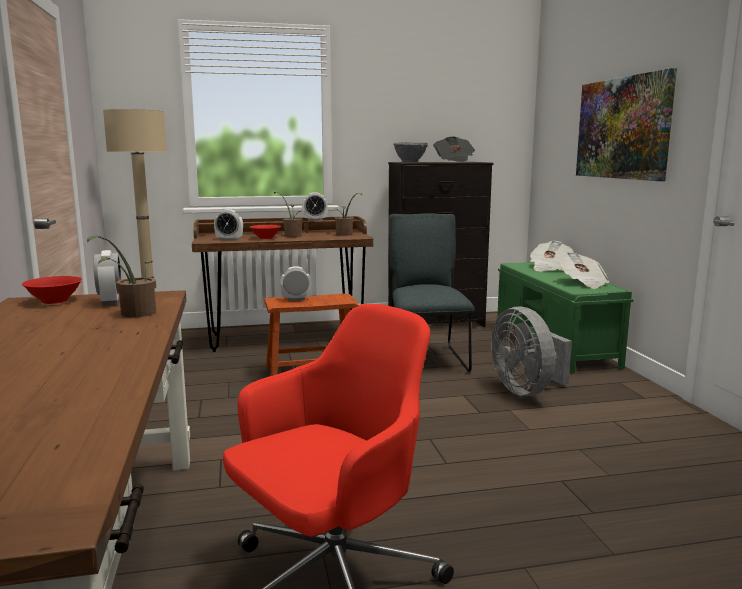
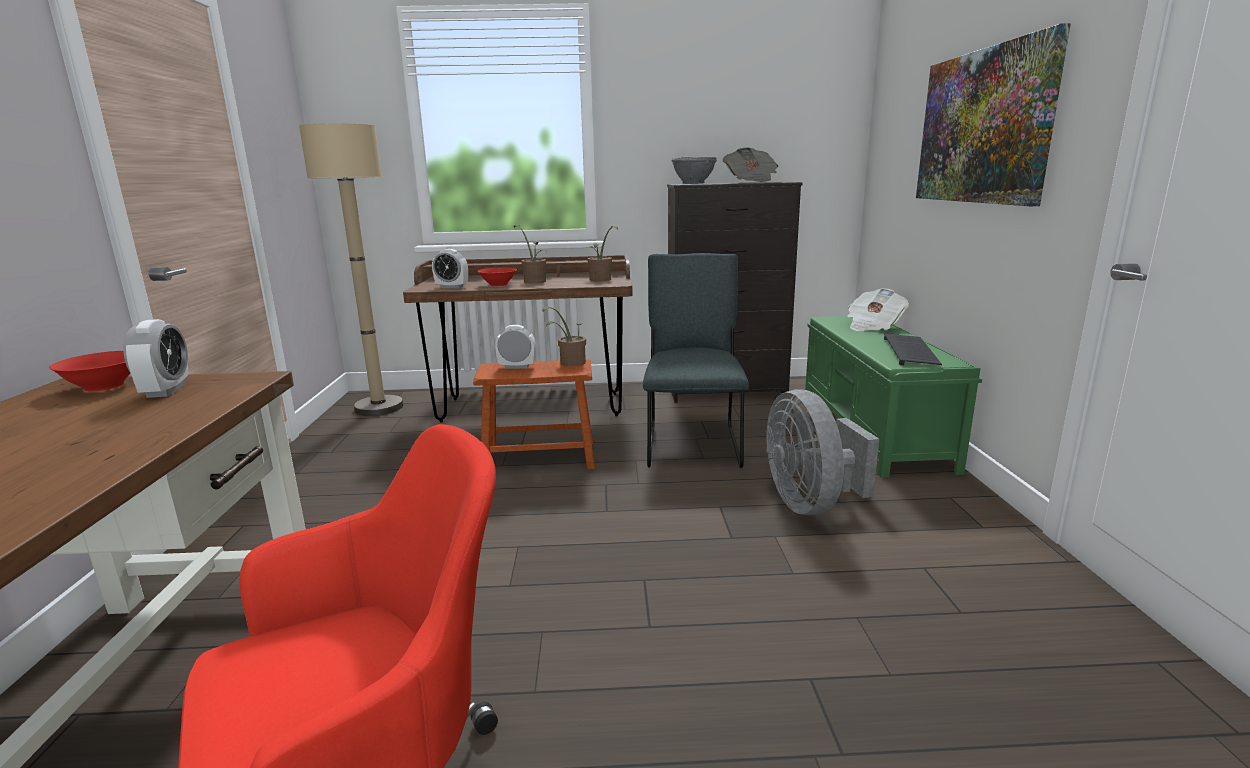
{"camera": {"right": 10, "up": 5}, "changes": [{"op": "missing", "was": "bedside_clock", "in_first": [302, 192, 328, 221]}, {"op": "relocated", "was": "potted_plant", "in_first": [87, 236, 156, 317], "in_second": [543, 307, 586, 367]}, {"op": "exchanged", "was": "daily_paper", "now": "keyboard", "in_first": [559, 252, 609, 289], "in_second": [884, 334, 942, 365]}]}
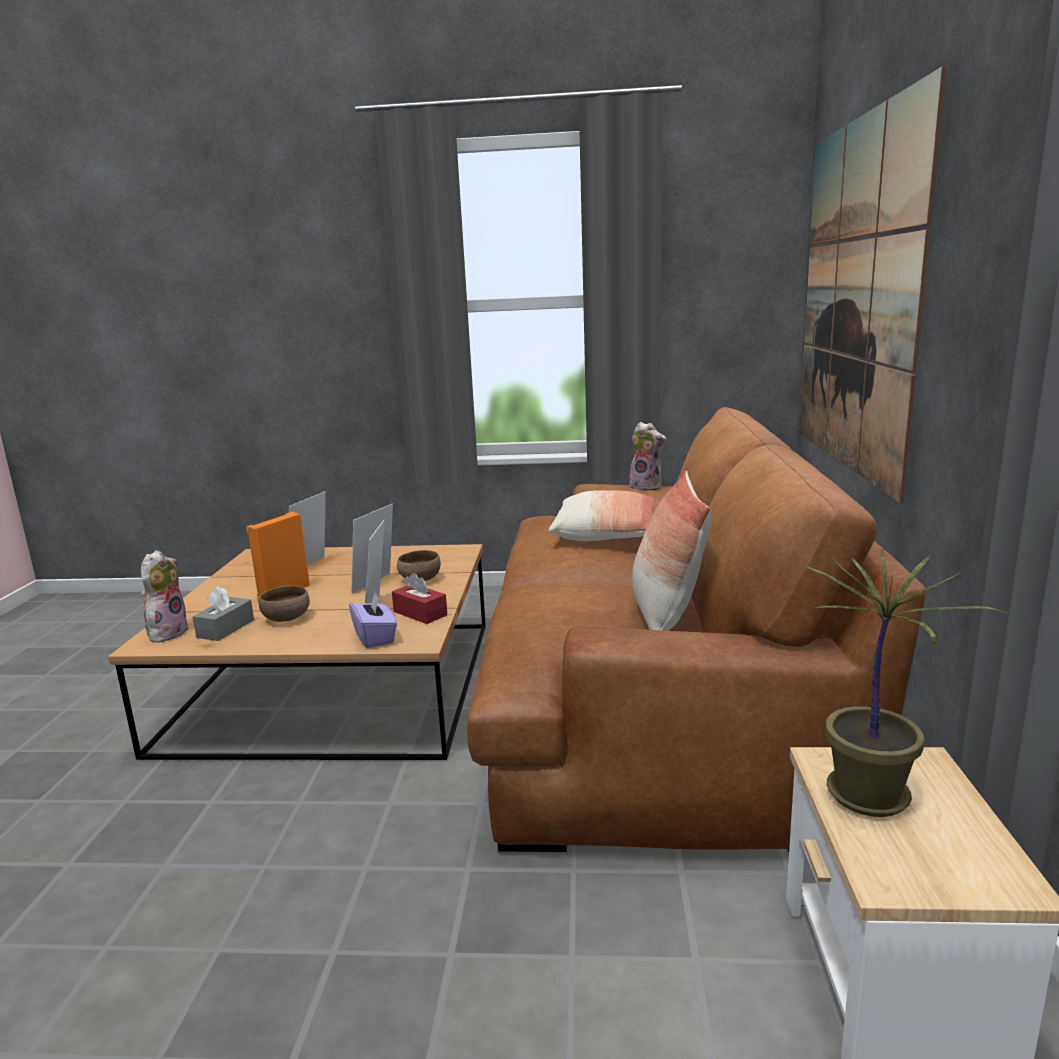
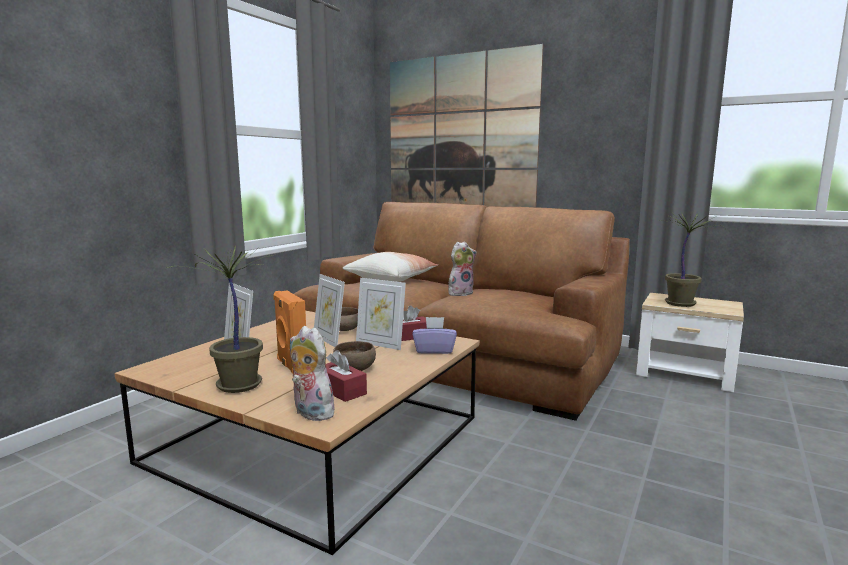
{"camera": {"right": -65, "up": -5}, "changes": [{"op": "relocated", "was": "soft_toy", "in_first": [629, 422, 667, 491], "in_second": [449, 242, 477, 296]}, {"op": "missing", "was": "throw_pillow", "in_first": [632, 471, 711, 631]}, {"op": "colour", "was": "gray_tissue_box", "now": "red-coloured_tissue_box", "in_first": [192, 586, 254, 641], "in_second": [326, 350, 367, 402]}, {"op": "appeared", "now": "potted_plant", "in_second": [167, 245, 277, 393]}]}
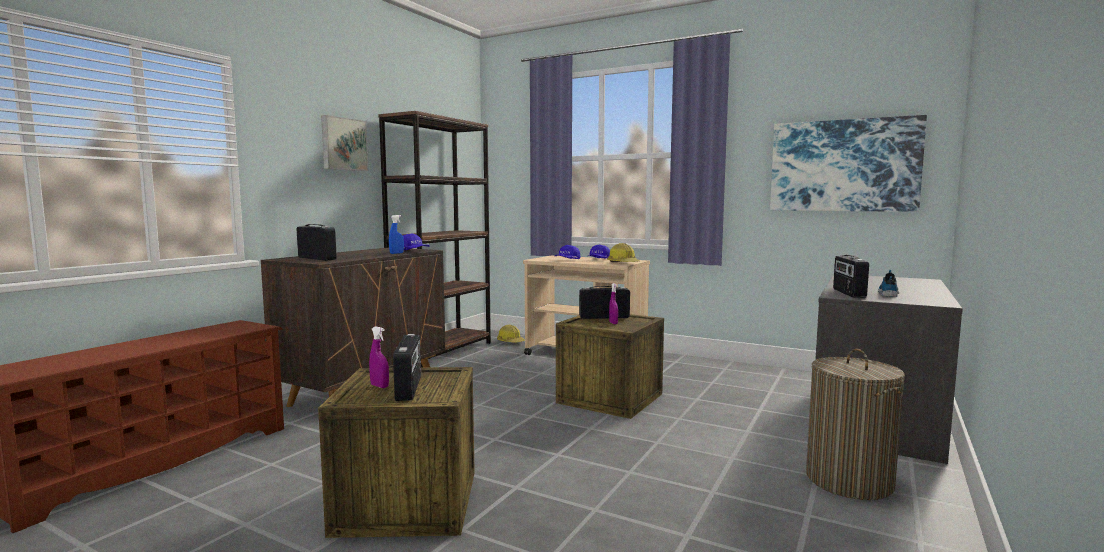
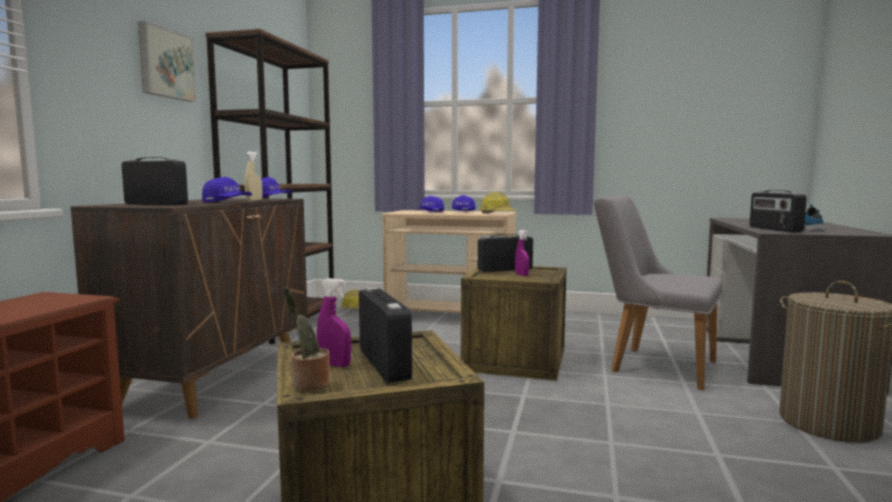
{"camera": {"right": -15, "up": 0}, "changes": [{"op": "missing", "was": "wall_art", "in_first": [770, 115, 927, 212]}, {"op": "colour", "was": "bluish_hand_sprayer", "now": "beige_hand_sprayer", "in_first": [389, 215, 404, 254], "in_second": [245, 152, 262, 201]}, {"op": "appeared", "now": "bluish_peaked_cap", "in_second": [202, 177, 252, 202]}, {"op": "appeared", "now": "gray_upright_chair", "in_second": [594, 195, 722, 390]}, {"op": "appeared", "now": "potted_plant", "in_second": [284, 287, 330, 390]}]}
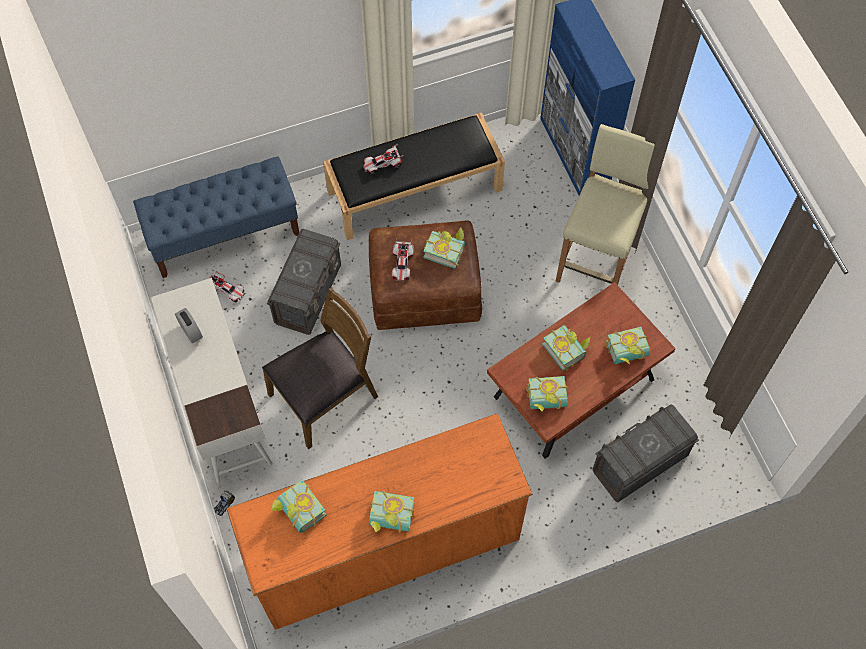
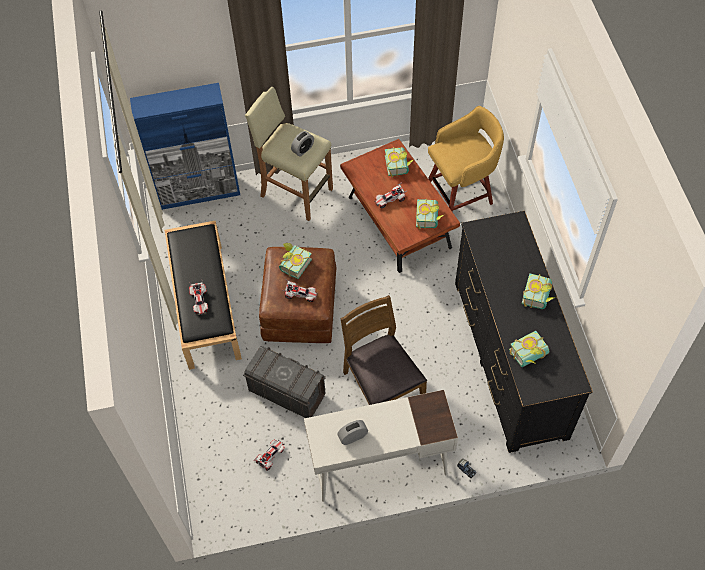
{"camera": {"right": -80, "up": -5}, "changes": [{"op": "missing", "was": "bluish_long_seat", "in_first": [133, 156, 299, 278]}, {"op": "exchanged", "was": "bound_book", "now": "miniature_car", "in_first": [542, 325, 590, 371], "in_second": [374, 182, 407, 208]}, {"op": "exchanged", "was": "gray_storage_container", "now": "yellowish_sitting_stool", "in_first": [592, 404, 699, 503], "in_second": [428, 106, 504, 212]}, {"op": "colour", "was": "orange-coloured_drawer_chest", "now": "black-coloured_drawer_chest", "in_first": [226, 413, 532, 630], "in_second": [455, 211, 593, 453]}, {"op": "appeared", "now": "bedside_clock", "in_second": [291, 131, 314, 156]}]}
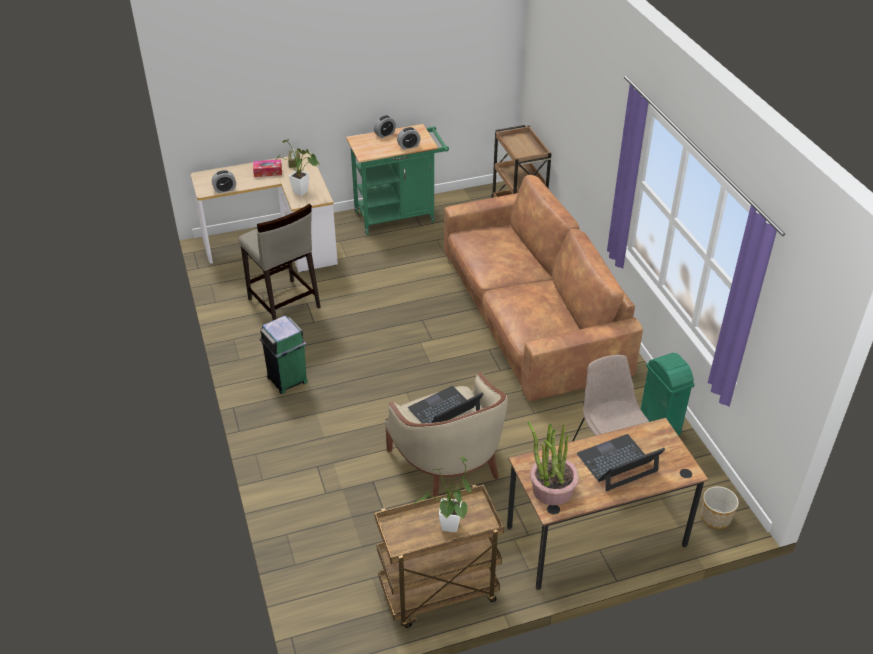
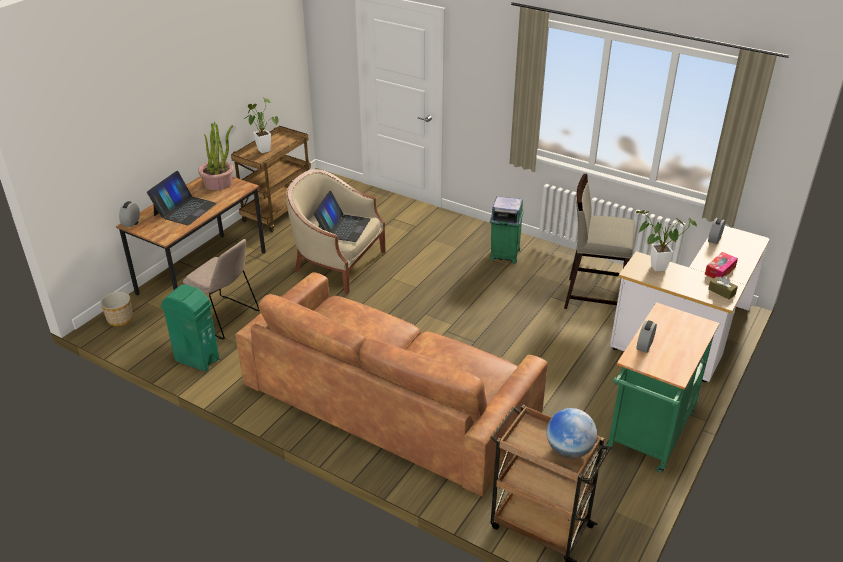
{"camera": {"right": 140, "up": -5}, "changes": [{"op": "relocated", "was": "bedside_clock", "in_first": [374, 115, 396, 138], "in_second": [119, 201, 140, 227]}, {"op": "appeared", "now": "globe", "in_second": [547, 408, 597, 459]}]}
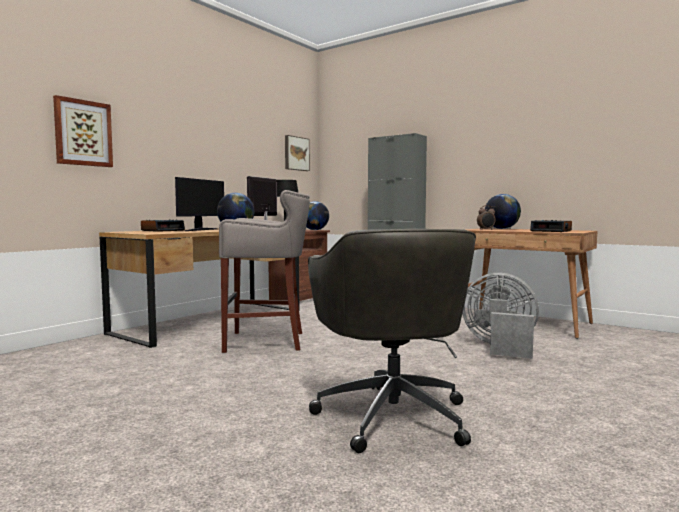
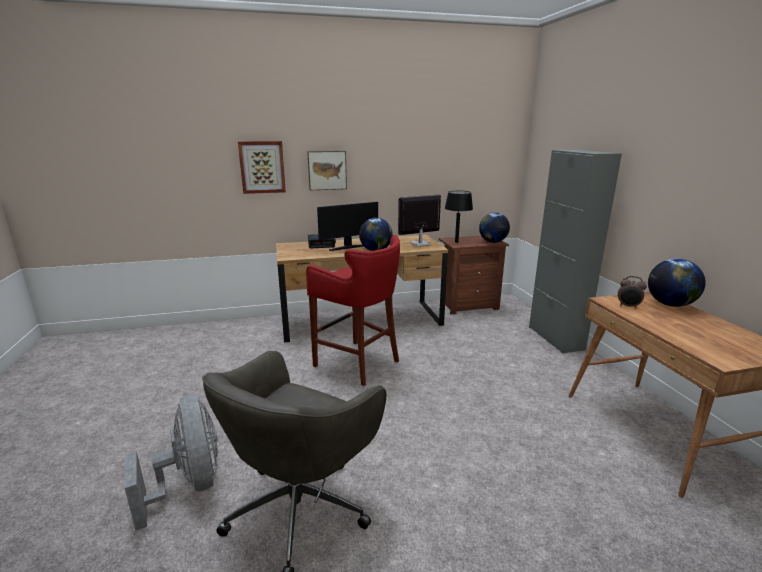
{"camera": {"right": 40, "up": 15}, "changes": [{"op": "relocated", "was": "wall_art", "in_first": [285, 135, 310, 171], "in_second": [307, 151, 347, 190]}, {"op": "colour", "was": "gray_sitting_stool", "now": "red-coloured_sitting_stool", "in_first": [219, 190, 310, 353], "in_second": [306, 235, 400, 386]}, {"op": "missing", "was": "bedside_clock", "in_first": [530, 220, 572, 232]}, {"op": "relocated", "was": "gray_cooling_fan", "in_first": [463, 273, 539, 359], "in_second": [125, 394, 218, 530]}]}
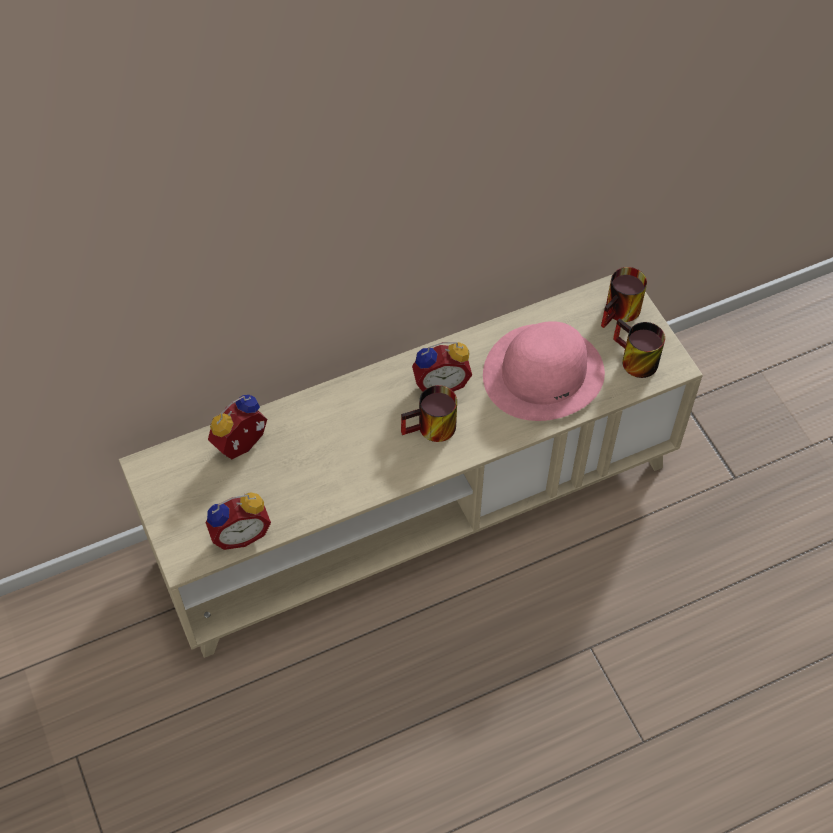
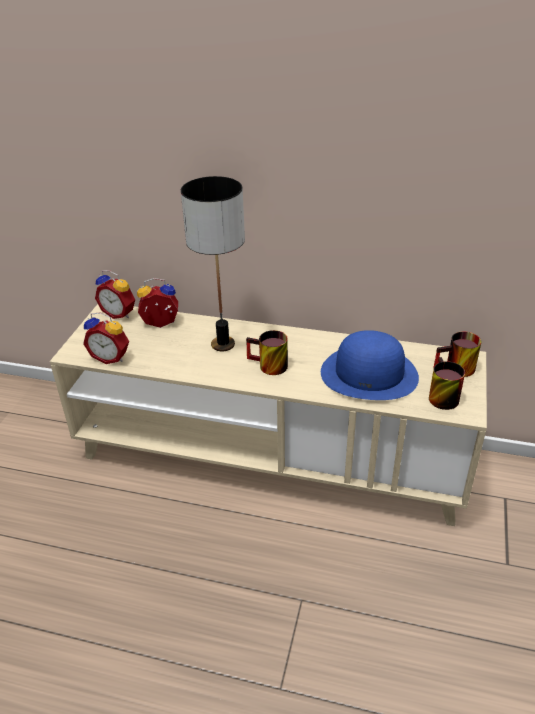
{"camera": {"right": 40, "up": -20}, "changes": [{"op": "colour", "was": "pink-coloured_hat", "now": "bluish_hat", "in_first": [483, 321, 605, 421], "in_second": [321, 330, 419, 400]}, {"op": "relocated", "was": "bedside_clock", "in_first": [412, 342, 472, 392], "in_second": [95, 270, 135, 319]}, {"op": "appeared", "now": "table_lamp", "in_second": [181, 176, 245, 351]}]}
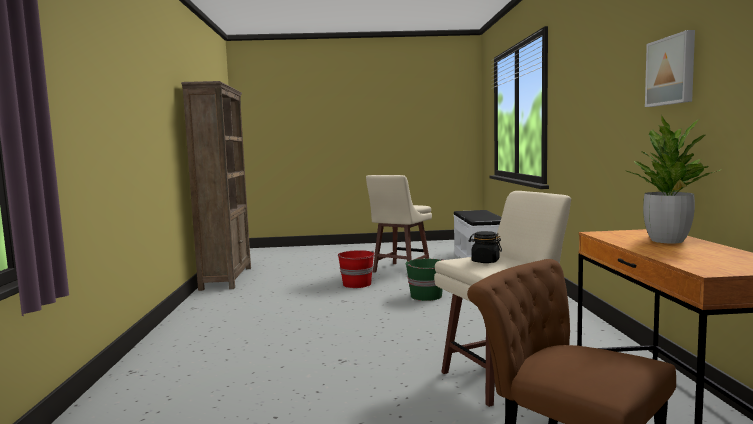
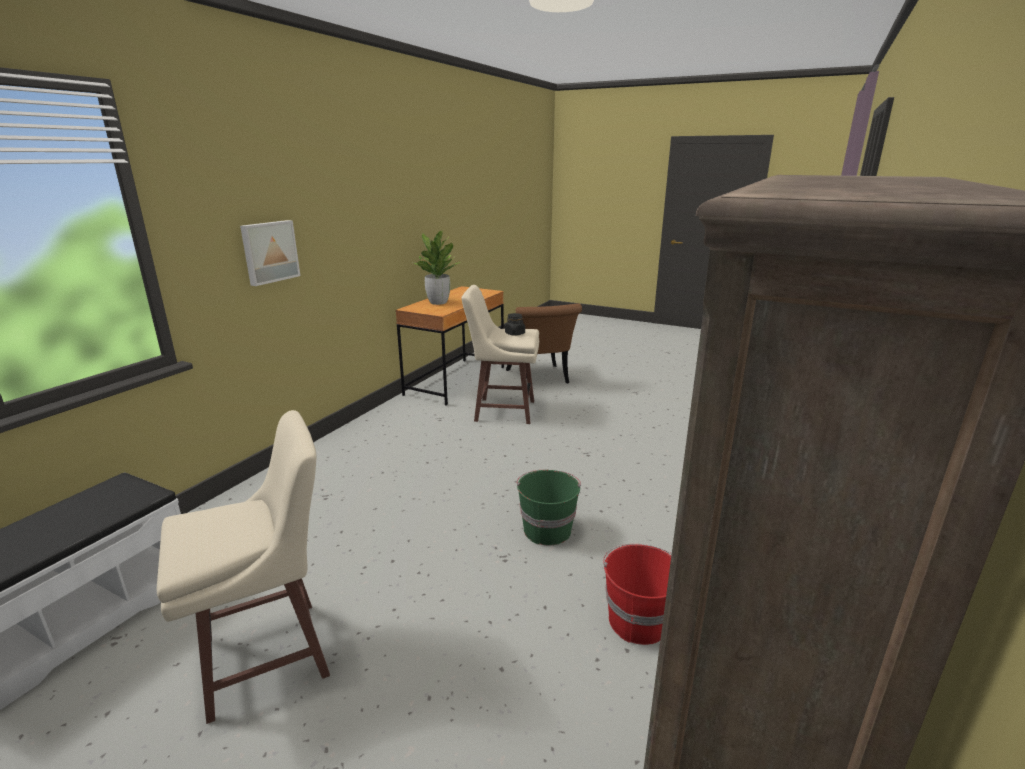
{"camera": {"right": -150, "up": 15}, "changes": [{"op": "relocated", "was": "wall_art", "in_first": [645, 30, 695, 107], "in_second": [240, 220, 300, 286]}, {"op": "relocated", "was": "red-coloured_water_bucket", "in_first": [338, 250, 375, 288], "in_second": [603, 544, 672, 645]}, {"op": "relocated", "was": "greenish_water_bucket", "in_first": [405, 259, 443, 301], "in_second": [516, 470, 581, 545]}]}
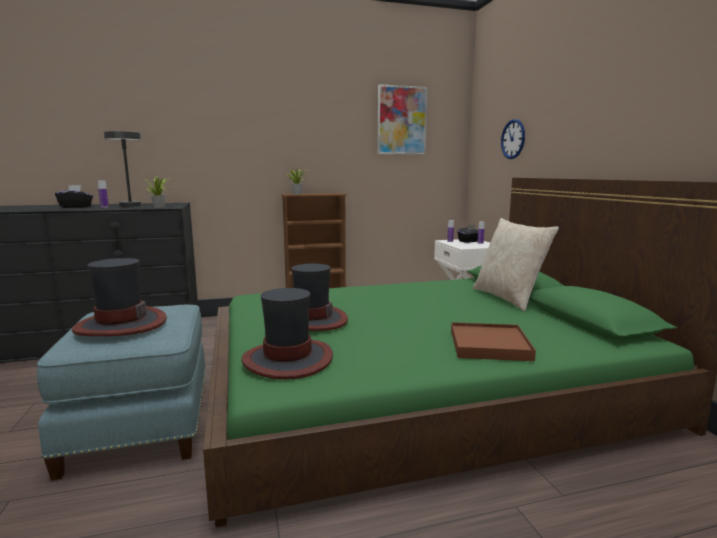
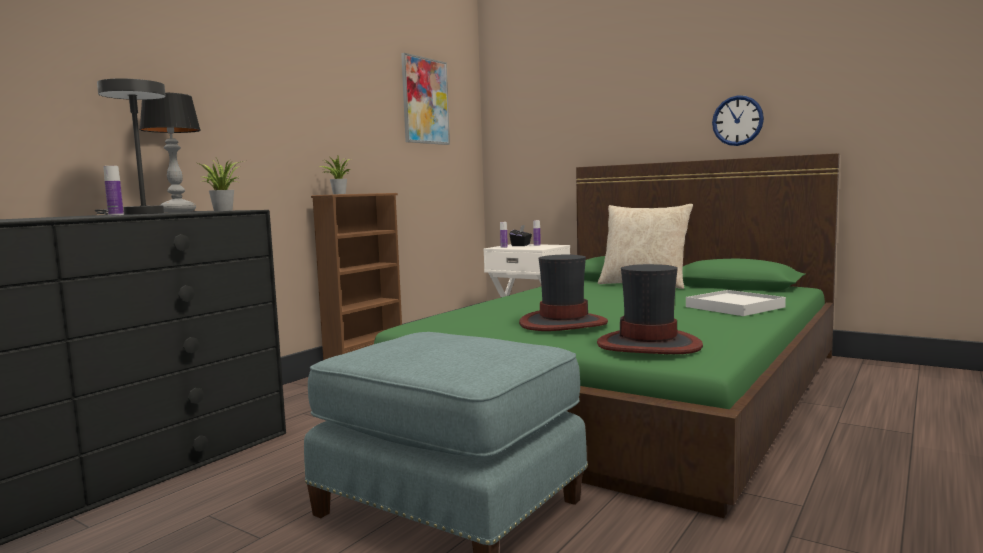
{"camera": {"right": -40, "up": -5}, "changes": [{"op": "relocated", "was": "wall_clock", "in_first": [501, 119, 525, 159], "in_second": [712, 95, 764, 146]}, {"op": "missing", "was": "black-coloured_tissue_box", "in_first": [55, 185, 93, 208]}, {"op": "missing", "was": "hat", "in_first": [72, 258, 167, 336]}, {"op": "colour", "was": "brown-coloured_tray", "now": "white-coloured_tray", "in_first": [451, 322, 536, 361], "in_second": [686, 290, 786, 316]}, {"op": "appeared", "now": "table_lamp", "in_second": [139, 92, 201, 212]}]}
